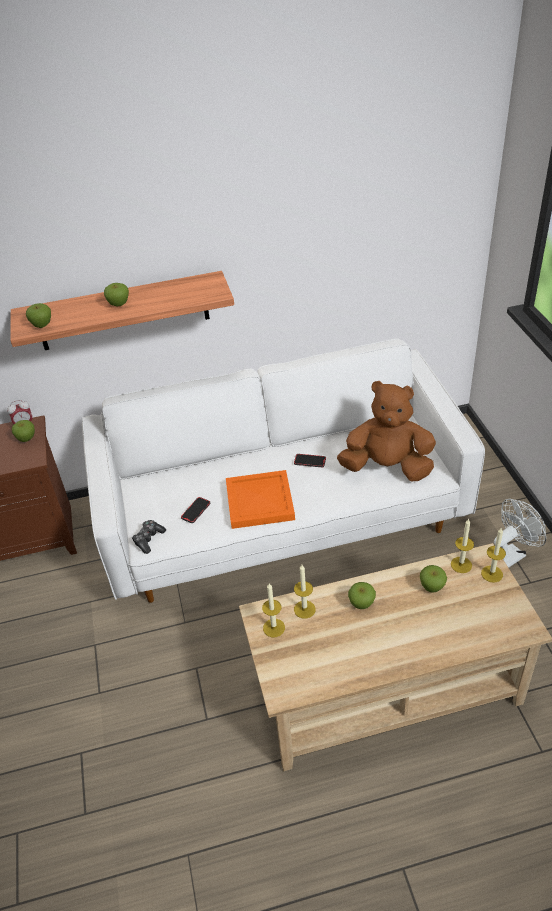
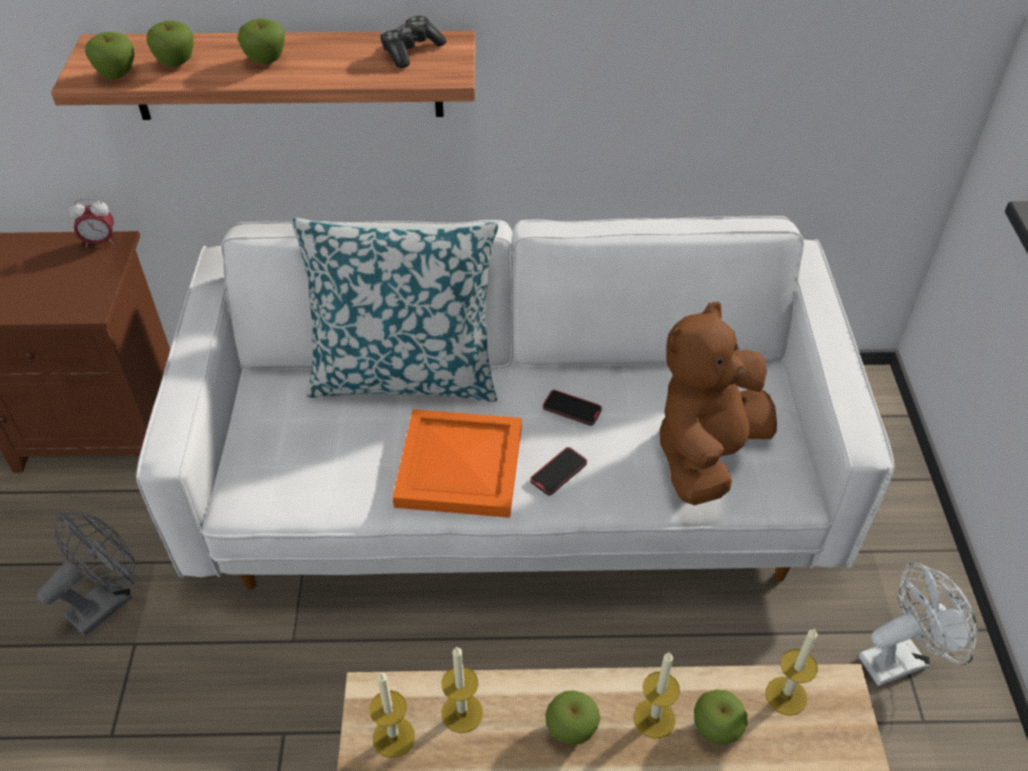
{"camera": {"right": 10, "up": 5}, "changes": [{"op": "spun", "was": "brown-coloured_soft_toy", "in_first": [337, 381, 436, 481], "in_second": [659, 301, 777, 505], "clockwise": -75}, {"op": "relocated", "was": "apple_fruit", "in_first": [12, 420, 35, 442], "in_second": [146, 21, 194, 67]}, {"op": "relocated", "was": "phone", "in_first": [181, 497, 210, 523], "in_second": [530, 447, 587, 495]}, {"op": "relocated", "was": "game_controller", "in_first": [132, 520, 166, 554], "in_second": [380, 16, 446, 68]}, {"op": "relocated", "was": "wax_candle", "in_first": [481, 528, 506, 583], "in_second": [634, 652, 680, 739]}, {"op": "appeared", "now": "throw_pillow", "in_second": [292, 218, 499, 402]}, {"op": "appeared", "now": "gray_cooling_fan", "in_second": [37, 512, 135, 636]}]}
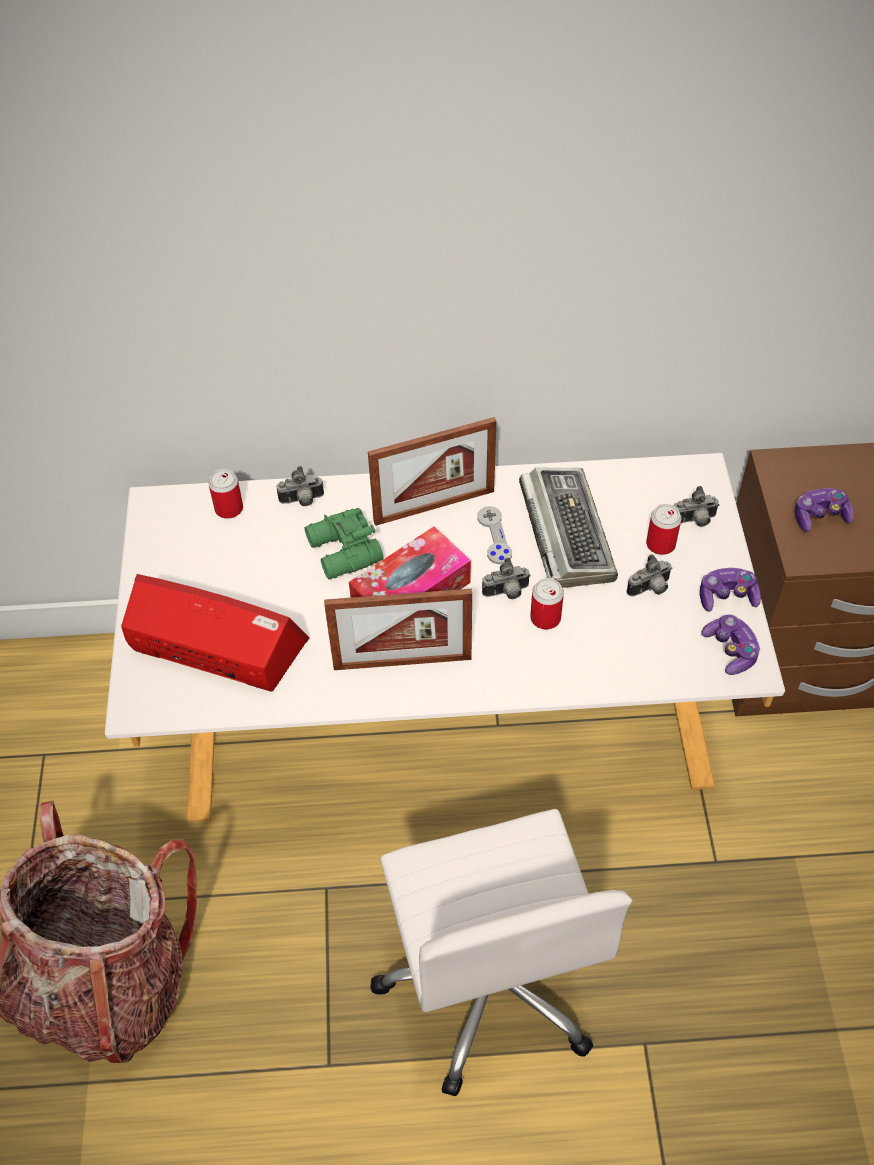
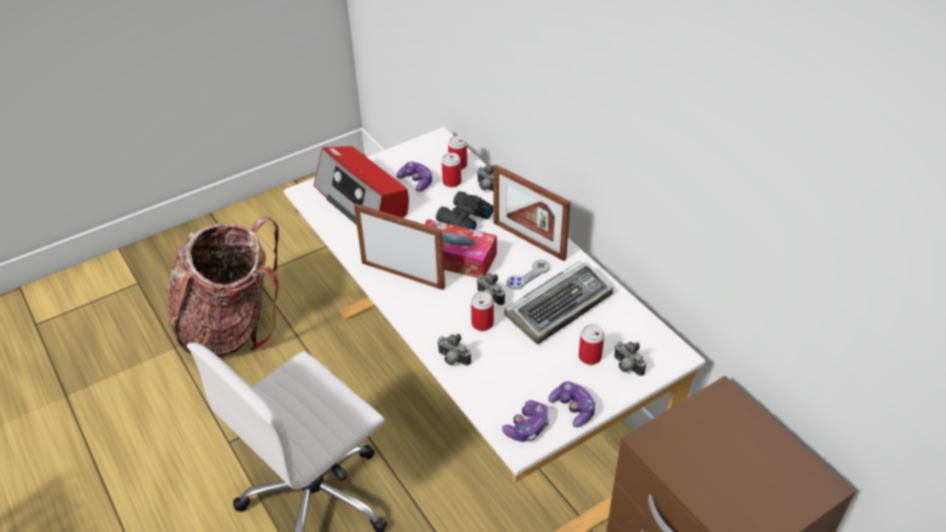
{"camera": {"right": 60, "up": -10}, "changes": [{"op": "relocated", "was": "game_controller", "in_first": [795, 488, 854, 532], "in_second": [397, 162, 433, 192]}, {"op": "colour", "was": "greenish_pair_of_binoculars", "now": "black-coloured_pair_of_binoculars", "in_first": [305, 508, 384, 579], "in_second": [436, 191, 493, 230]}, {"op": "relocated", "was": "photo_camera", "in_first": [627, 554, 672, 597], "in_second": [437, 334, 471, 366]}, {"op": "spun", "was": "radio_set", "in_first": [121, 574, 309, 692], "in_second": [314, 146, 409, 225], "clockwise": 150}, {"op": "spun", "was": "picture_frame", "in_first": [324, 589, 472, 670], "in_second": [354, 204, 445, 290], "clockwise": 150}, {"op": "appeared", "now": "can", "in_second": [442, 153, 461, 187]}]}
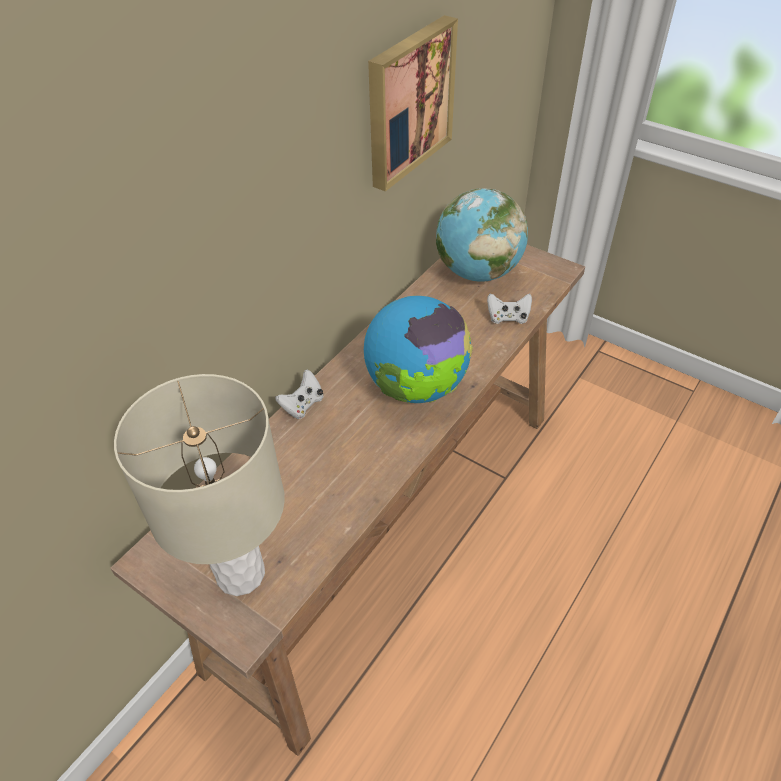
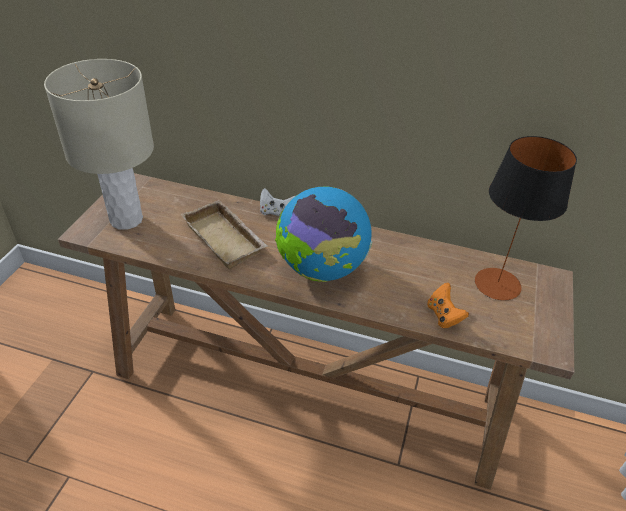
{"camera": {"right": 70, "up": -5}, "changes": [{"op": "missing", "was": "wall_art", "in_first": [368, 15, 458, 192]}, {"op": "exchanged", "was": "globe", "now": "table_lamp", "in_first": [436, 188, 528, 282], "in_second": [475, 136, 577, 300]}, {"op": "colour", "was": "white-coloured_game_controller", "now": "orange-coloured_game_controller", "in_first": [487, 293, 532, 324], "in_second": [427, 283, 469, 328]}, {"op": "appeared", "now": "beige_tray", "in_second": [181, 200, 268, 269]}]}
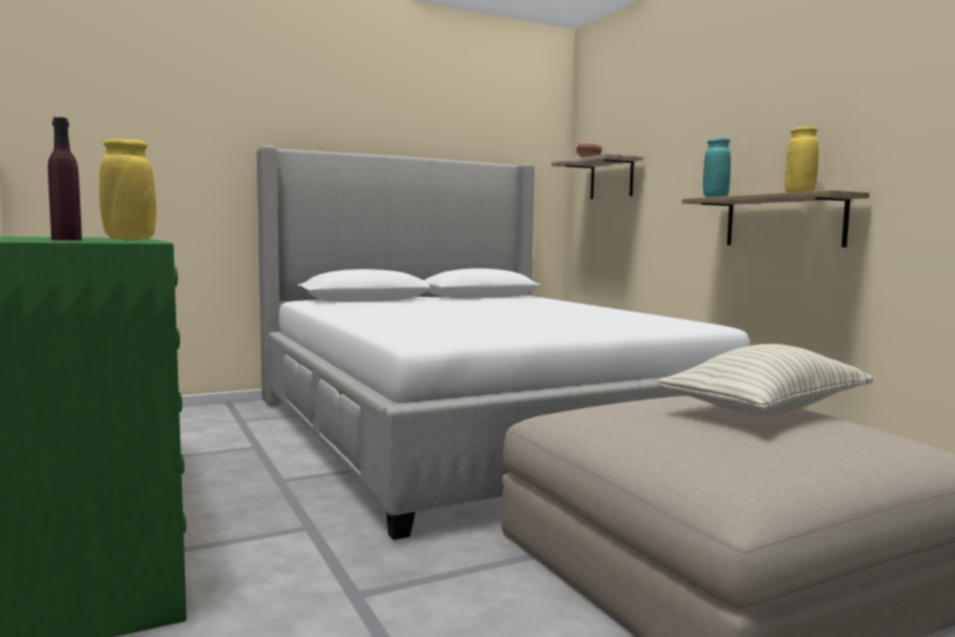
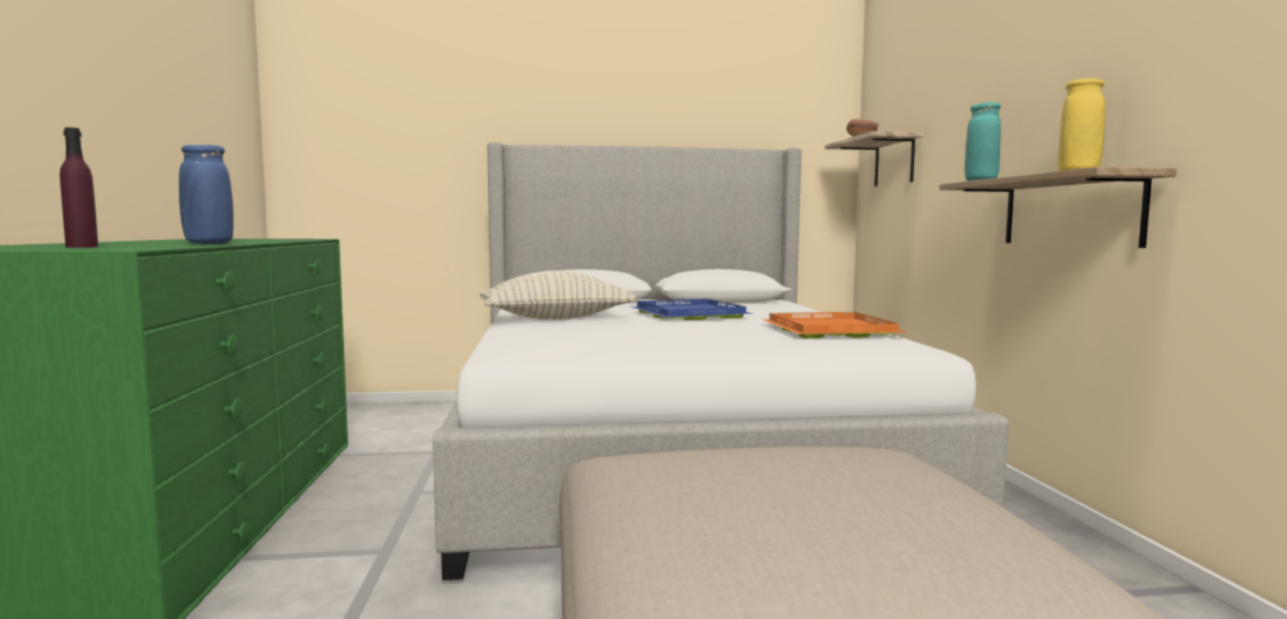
{"camera": {"right": 20, "up": 0}, "changes": [{"op": "colour", "was": "yellowish_decorative_vase", "now": "bluish_decorative_vase", "in_first": [99, 139, 156, 240], "in_second": [179, 145, 234, 244]}, {"op": "relocated", "was": "throw_pillow", "in_first": [658, 344, 873, 416], "in_second": [480, 271, 638, 320]}, {"op": "appeared", "now": "bluish_tray", "in_second": [632, 299, 754, 320]}, {"op": "appeared", "now": "orange-coloured_tray", "in_second": [762, 312, 906, 339]}]}
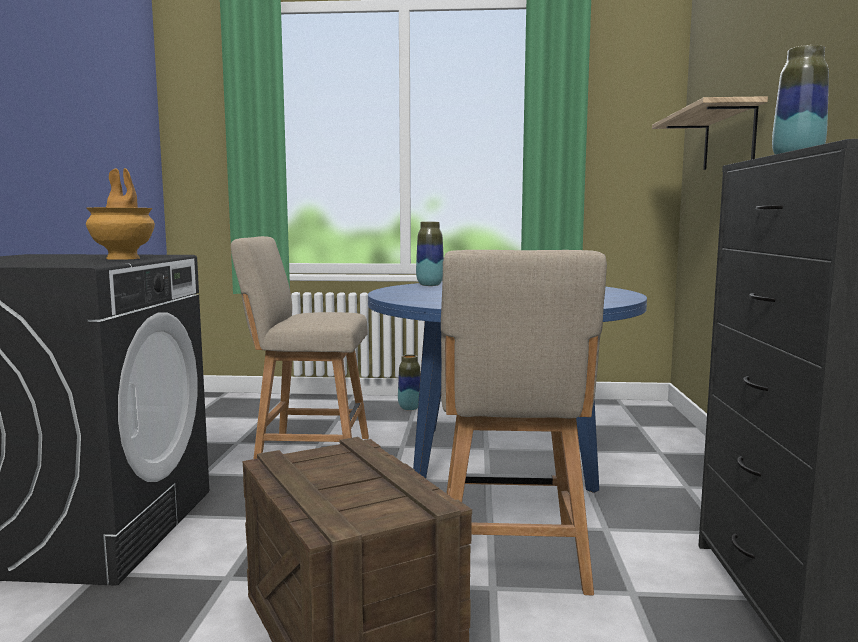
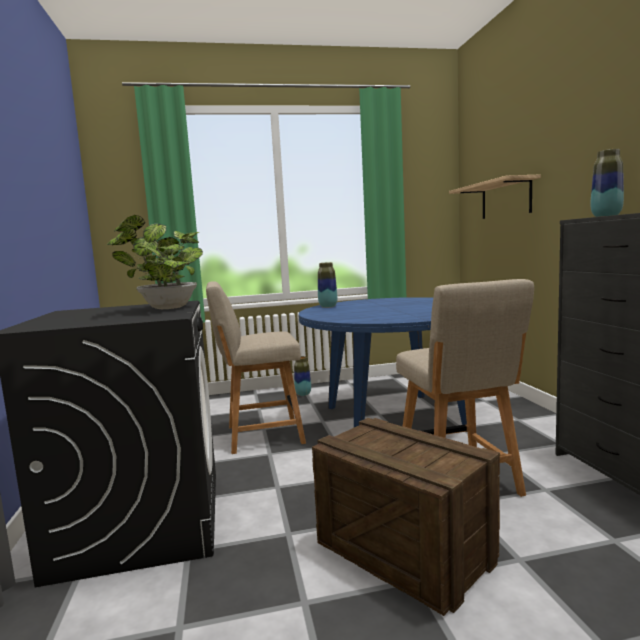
{"camera": {"right": -15, "up": 0}, "changes": [{"op": "exchanged", "was": "brown-coloured_decorative_vase", "now": "potted_plant", "in_first": [86, 168, 155, 260], "in_second": [107, 215, 203, 309]}]}
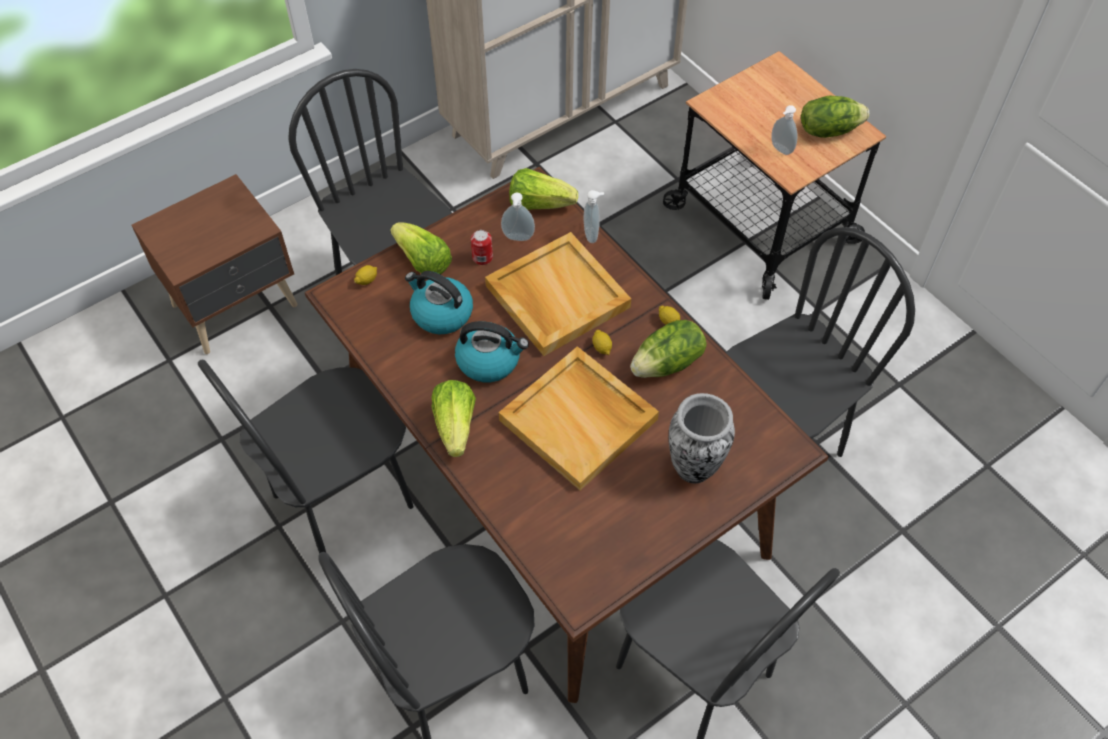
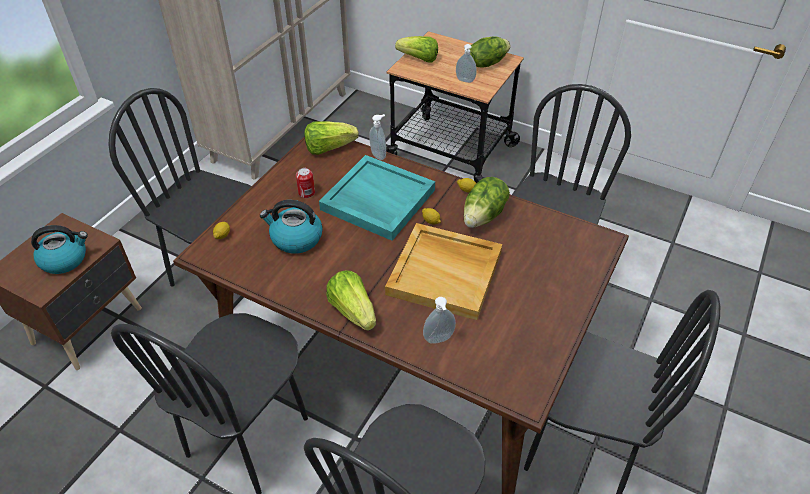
{"camera": {"right": -25, "up": -10}, "changes": [{"op": "relocated", "was": "soap_dispenser", "in_first": [501, 192, 535, 241], "in_second": [423, 297, 456, 344]}, {"op": "relocated", "was": "lettuce_head", "in_first": [391, 222, 452, 275], "in_second": [395, 36, 438, 63]}, {"op": "colour", "was": "beige_tray", "now": "turquoise_tray", "in_first": [485, 232, 631, 356], "in_second": [319, 155, 435, 241]}, {"op": "relocated", "was": "tea_kettle", "in_first": [455, 321, 529, 382], "in_second": [31, 225, 88, 274]}, {"op": "missing", "was": "decorative_vase", "in_first": [669, 393, 735, 484]}]}
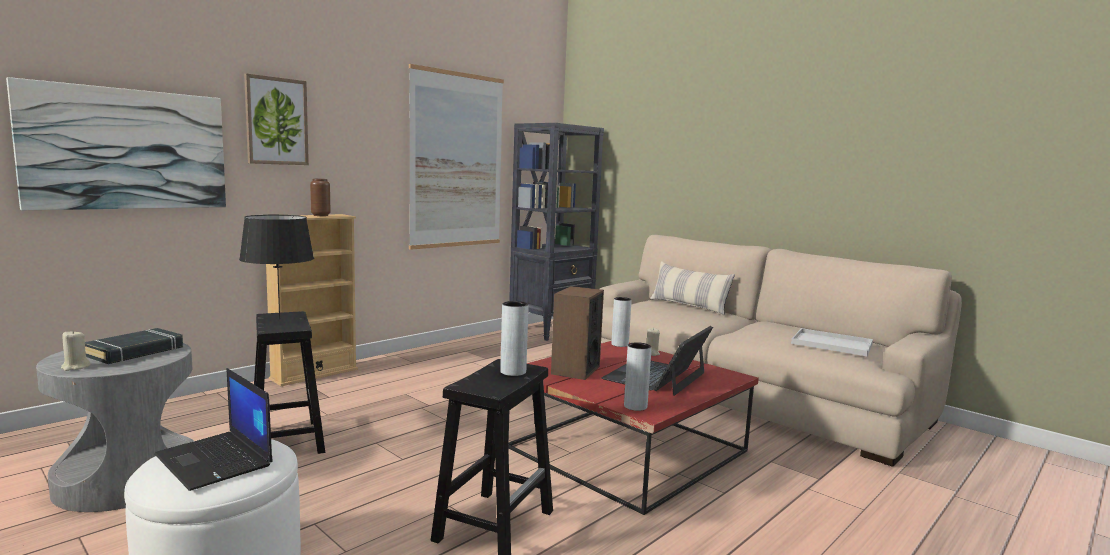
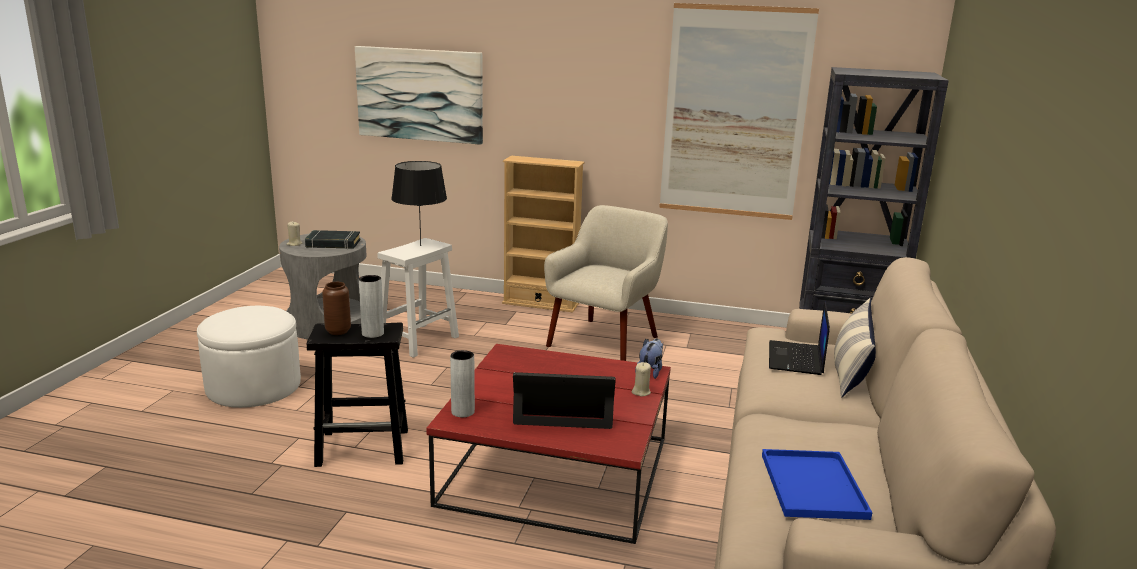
{"camera": {"right": 60, "up": 10}, "changes": [{"op": "missing", "was": "wall_art", "in_first": [244, 73, 309, 165]}, {"op": "relocated", "was": "brown-coloured_decorative_vase", "in_first": [310, 179, 331, 216], "in_second": [322, 282, 351, 335]}, {"op": "missing", "was": "audio_speaker", "in_first": [551, 286, 604, 380]}, {"op": "exchanged", "was": "gray_decorative_vase", "now": "soft_toy", "in_first": [611, 297, 632, 347], "in_second": [635, 338, 663, 379]}, {"op": "colour", "was": "black-coloured_sitting_stool", "now": "white-coloured_sitting_stool", "in_first": [254, 311, 325, 454], "in_second": [377, 238, 459, 358]}, {"op": "colour", "was": "white-coloured_tray", "now": "bluish_tray", "in_first": [791, 328, 873, 356], "in_second": [762, 449, 873, 520]}, {"op": "relocated", "was": "portable_computer", "in_first": [154, 368, 273, 491], "in_second": [769, 301, 830, 375]}, {"op": "appeared", "now": "beige_armchair", "in_second": [544, 205, 668, 361]}]}
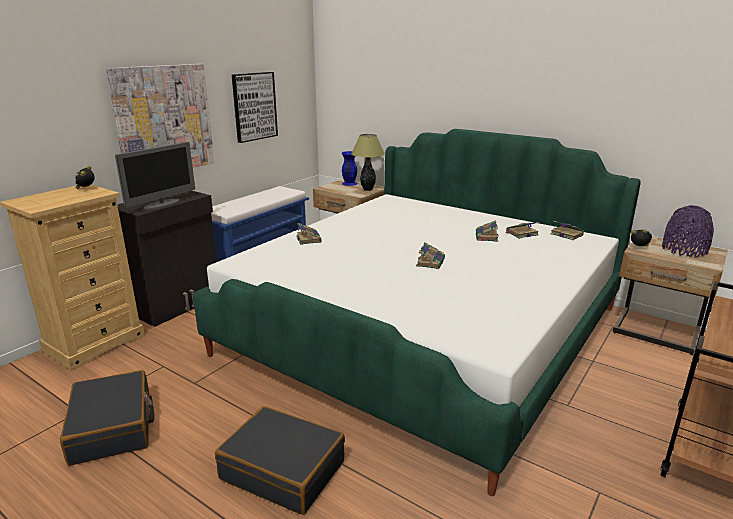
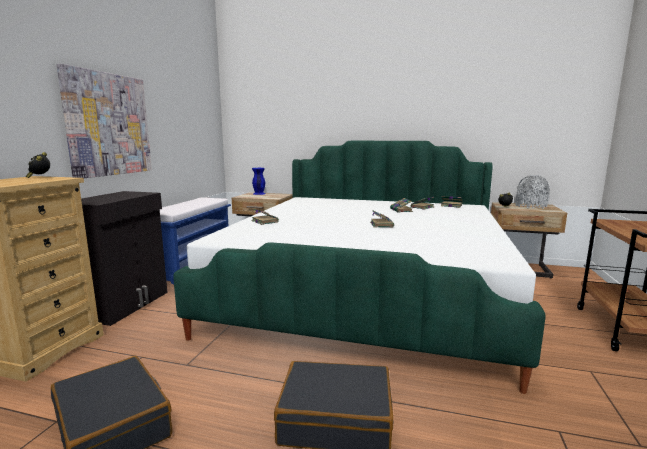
{"camera": {"right": -20, "up": -10}, "changes": [{"op": "missing", "was": "wall_art", "in_first": [232, 72, 278, 143]}, {"op": "missing", "was": "table_lamp", "in_first": [351, 134, 385, 191]}, {"op": "missing", "was": "monitor", "in_first": [115, 142, 195, 210]}, {"op": "colour", "was": "purplish_decorative_vase", "now": "gray_decorative_vase", "in_first": [662, 205, 714, 258], "in_second": [516, 175, 550, 209]}]}
